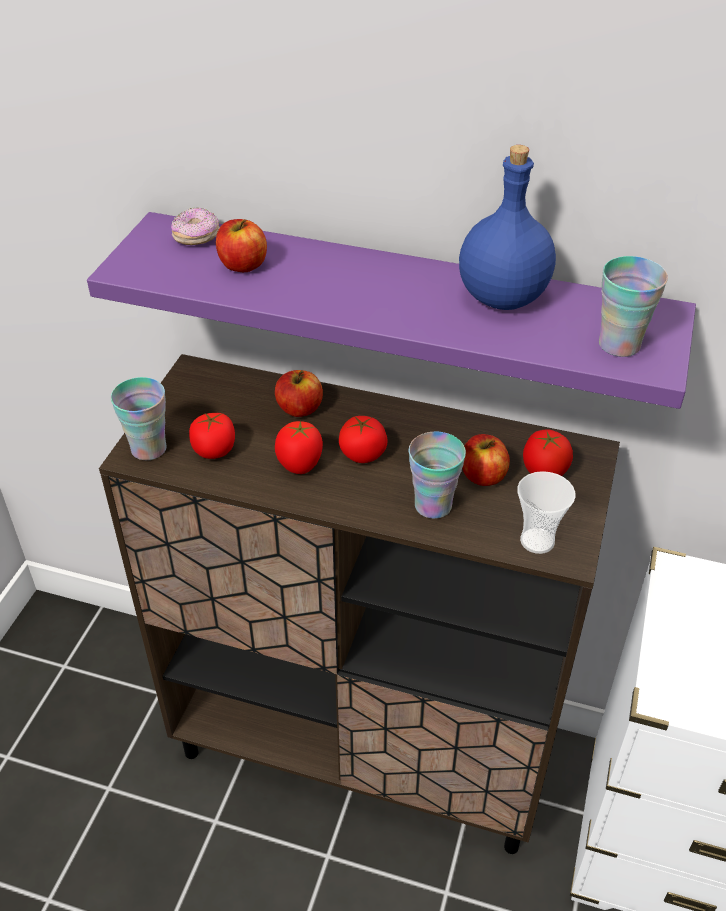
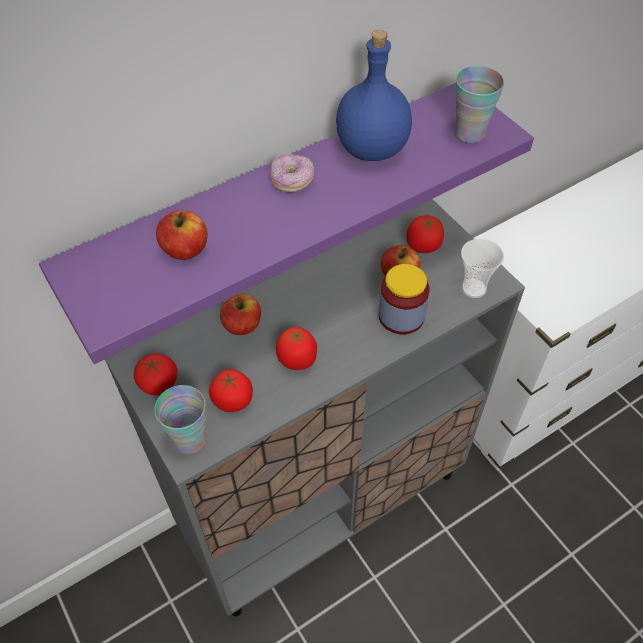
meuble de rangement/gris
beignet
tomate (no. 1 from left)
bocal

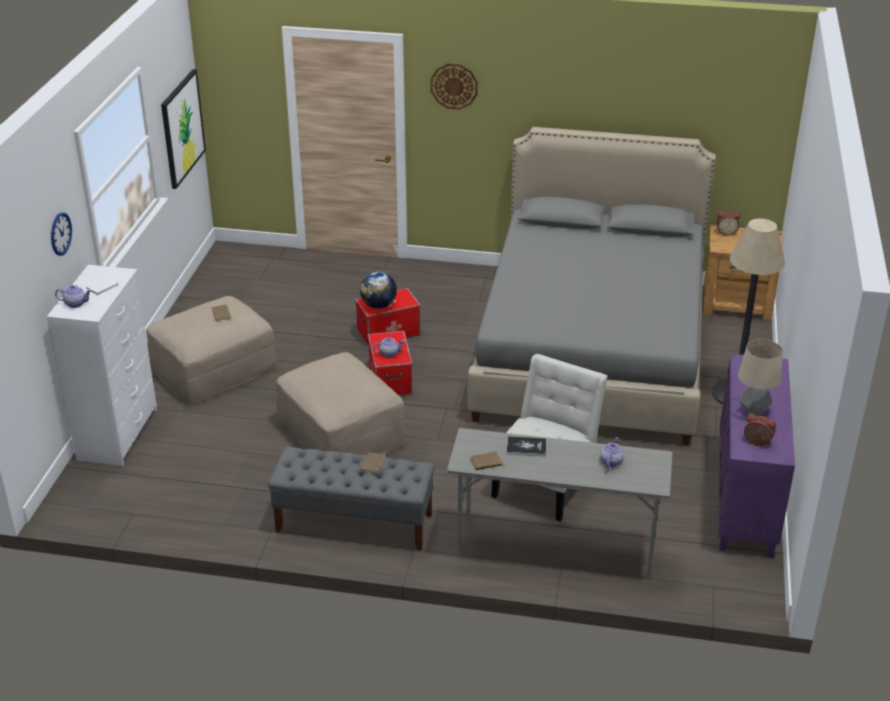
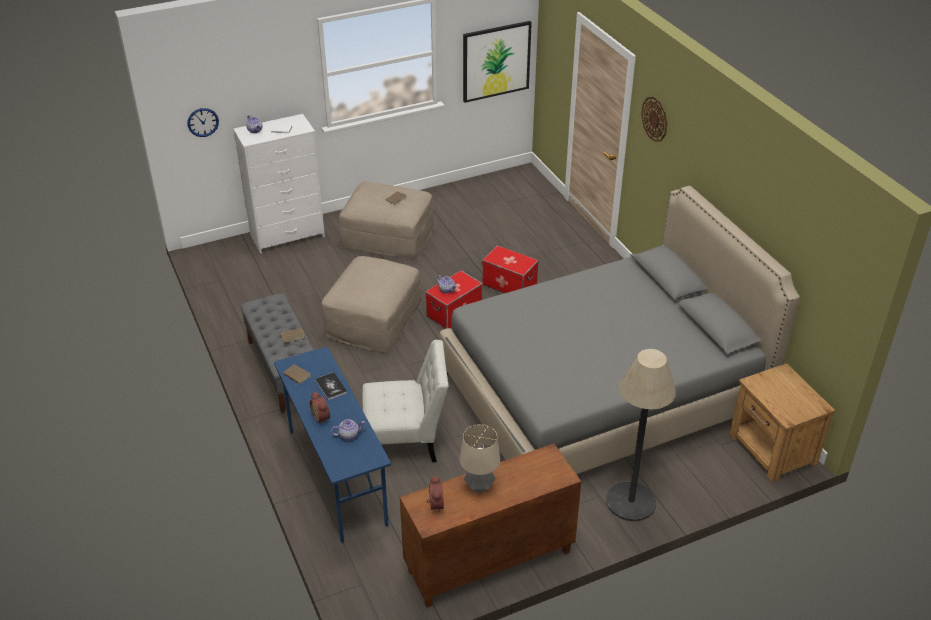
horloge murale (no. 1 from left)
globe
bureau/bleu
réveil (no. 1 from left)
meuble de rangement/marron

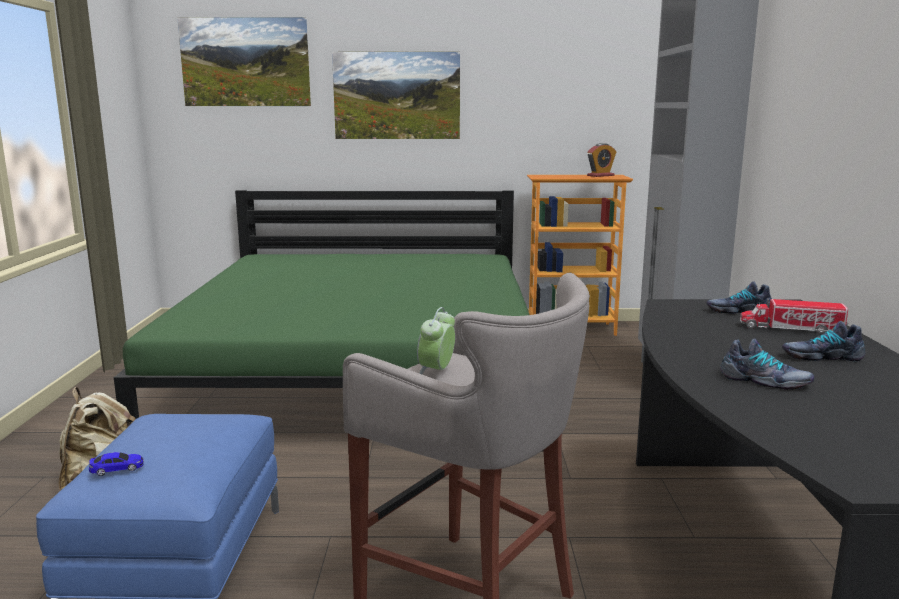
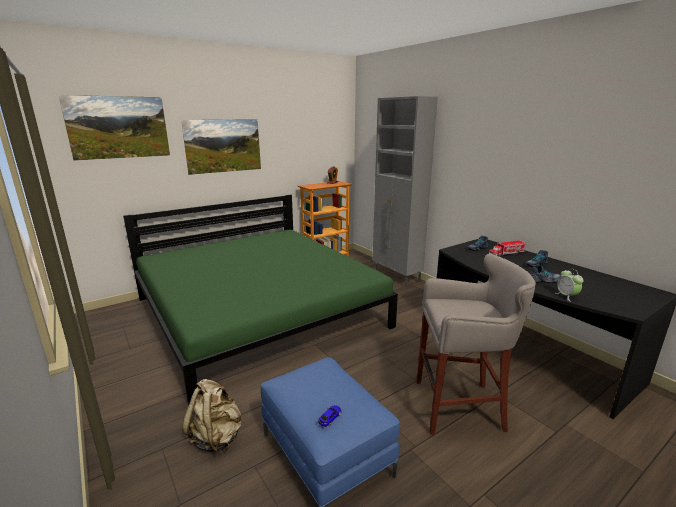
réveil (no. 2 from left)

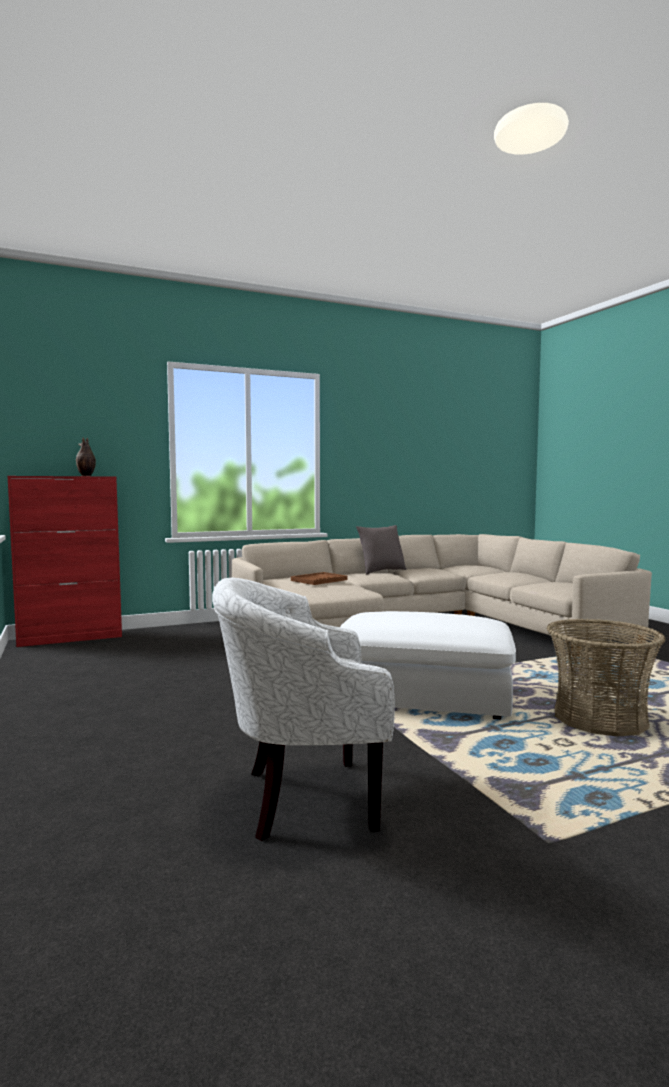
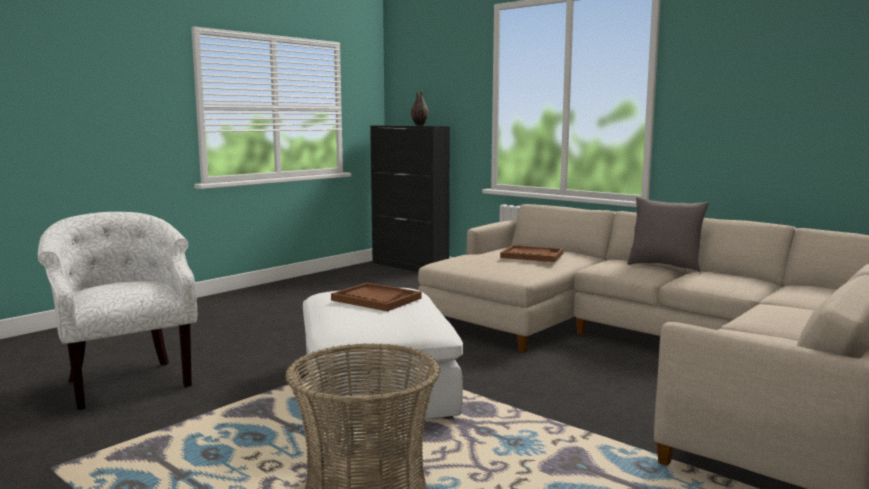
meuble de rangement/noir
plateau/marron (no. 1 from left)

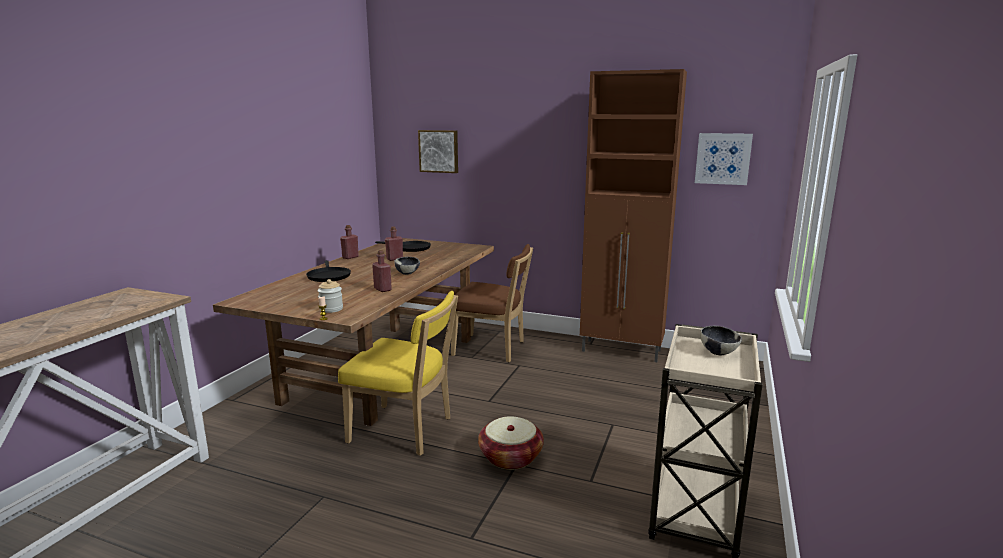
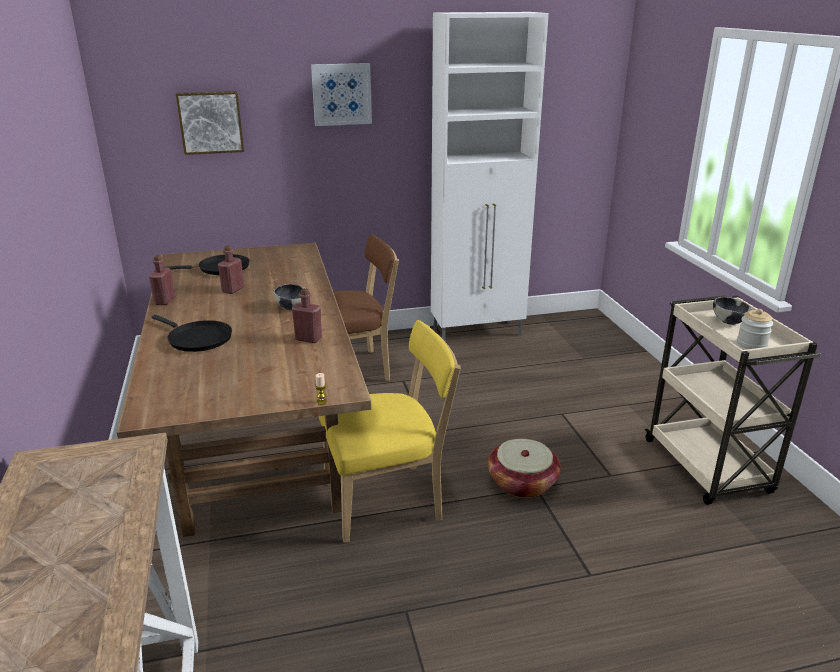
bocal
meuble de rangement/blanc
tableau (no. 2 from left)

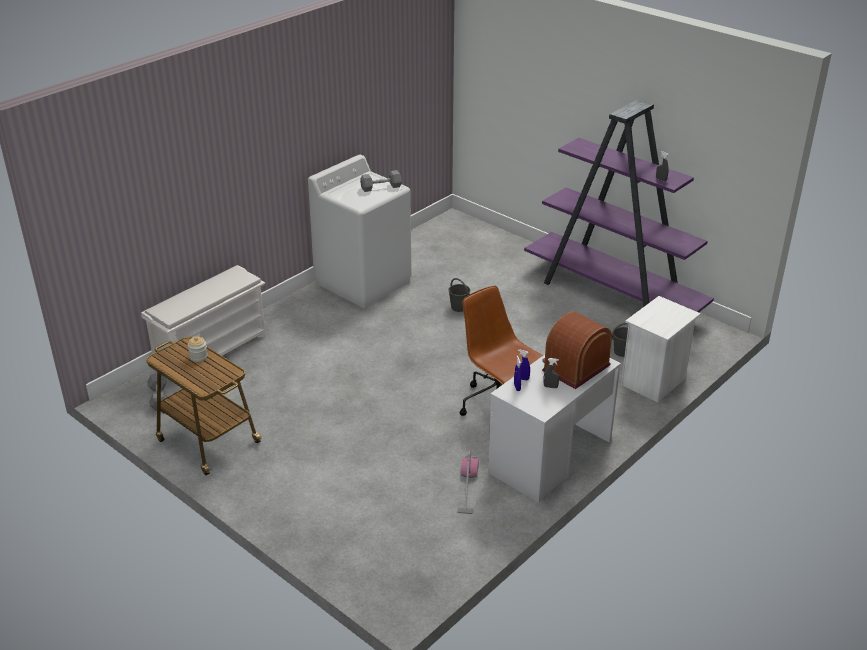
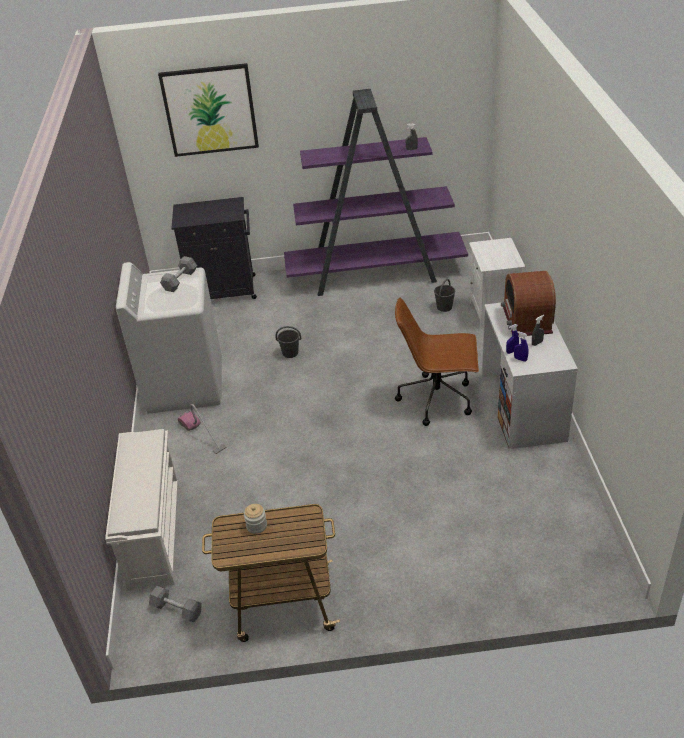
aspirateur
tableau
meuble de rangement/noir

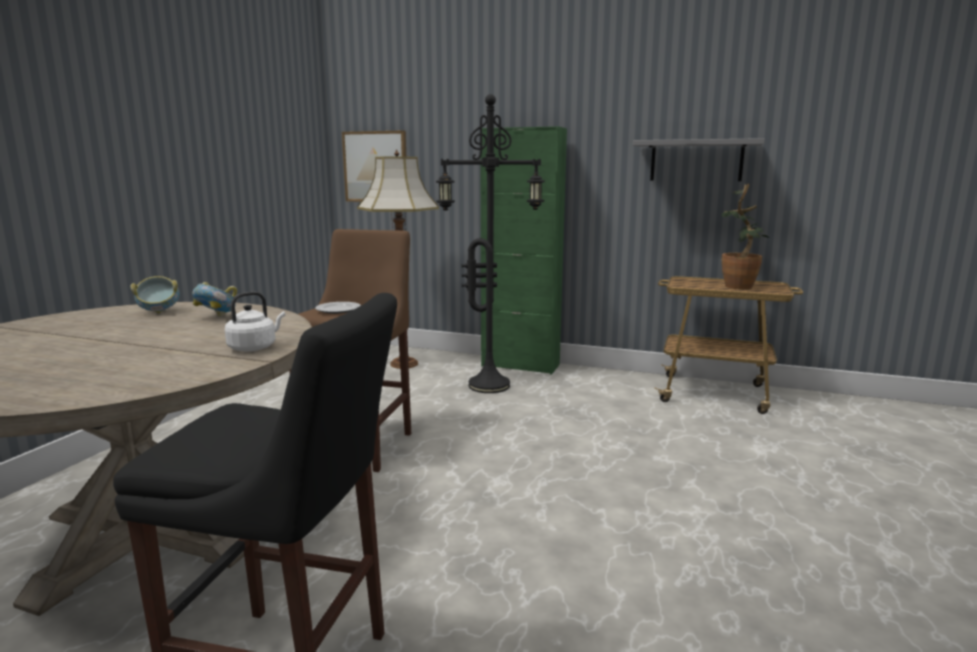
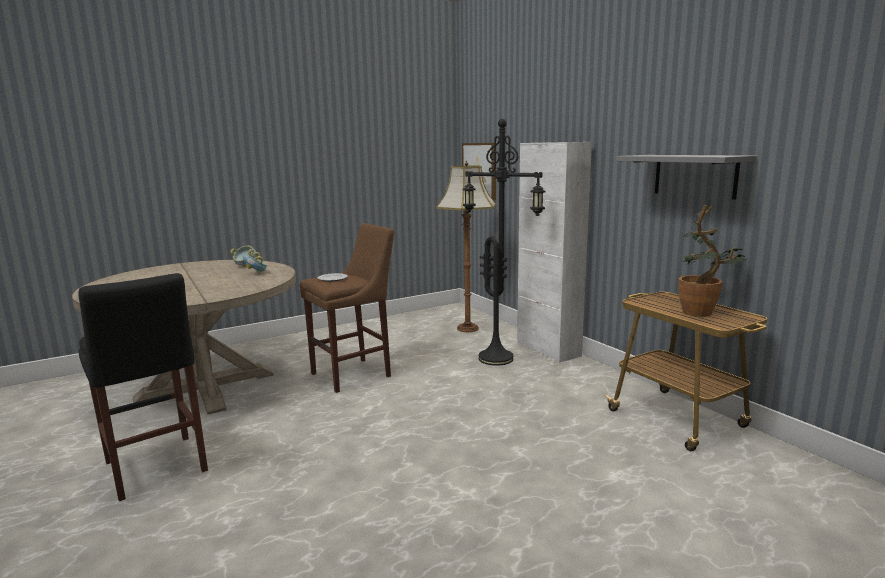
bouilloire/blanc
meuble de rangement/blanc

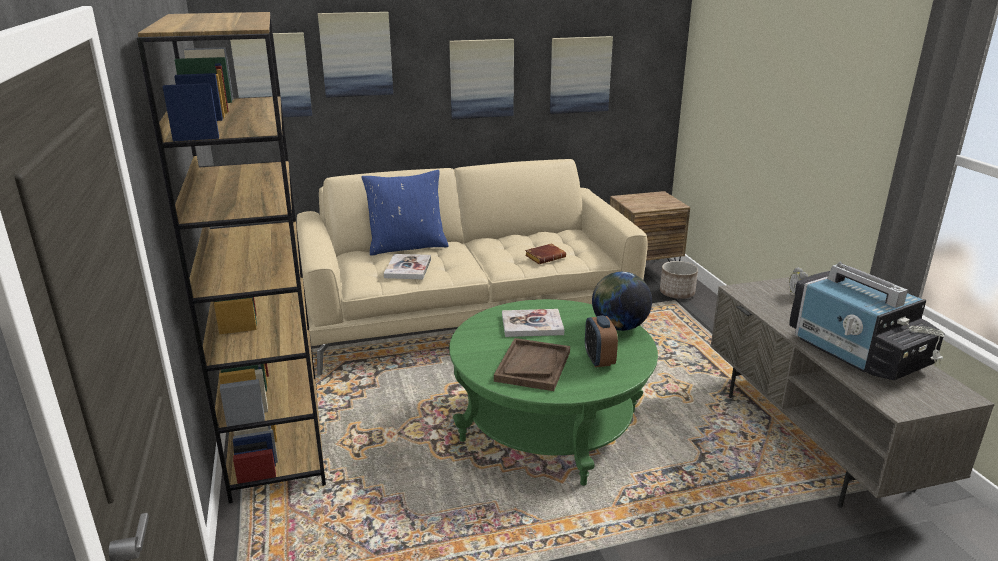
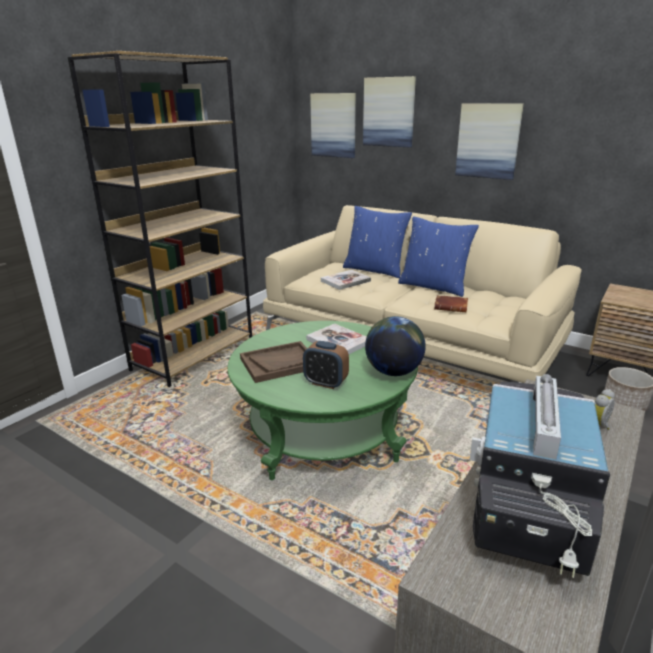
tableau (no. 4 from left in the first image)
réveil (no. 1 from left)
coussin/bleu (no. 2 from left)

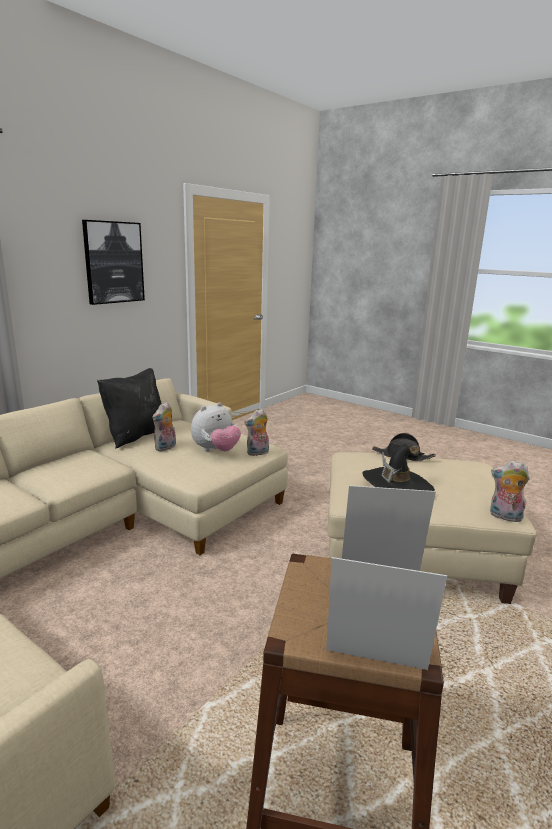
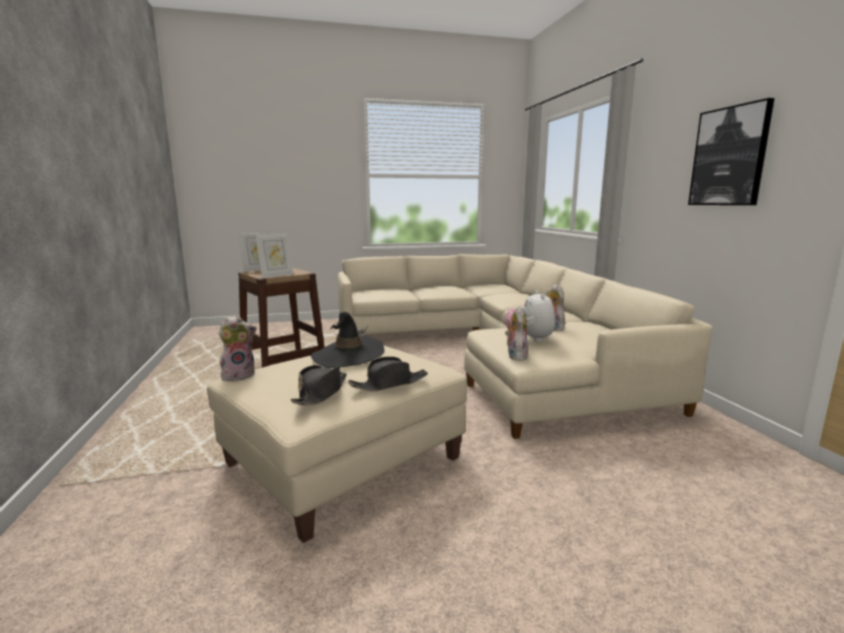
coussin/noir
chapeau/noir (no. 1 from left)

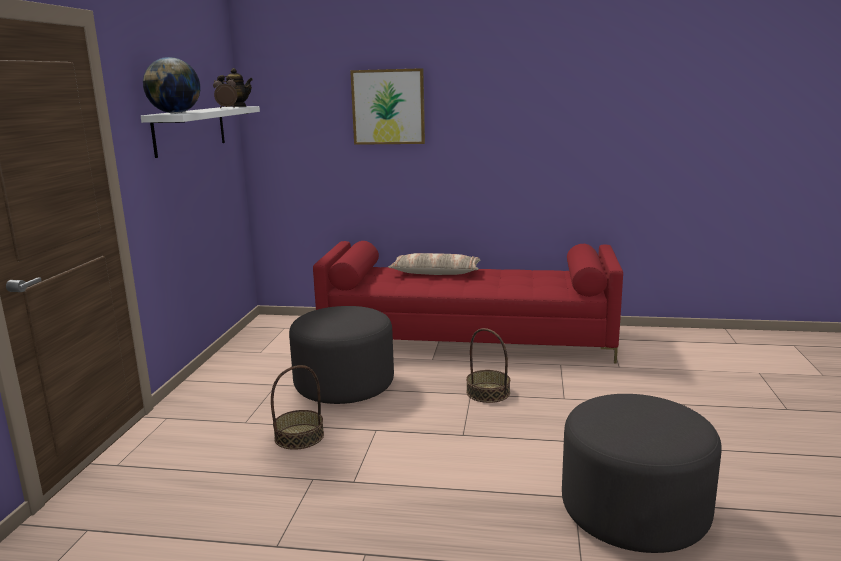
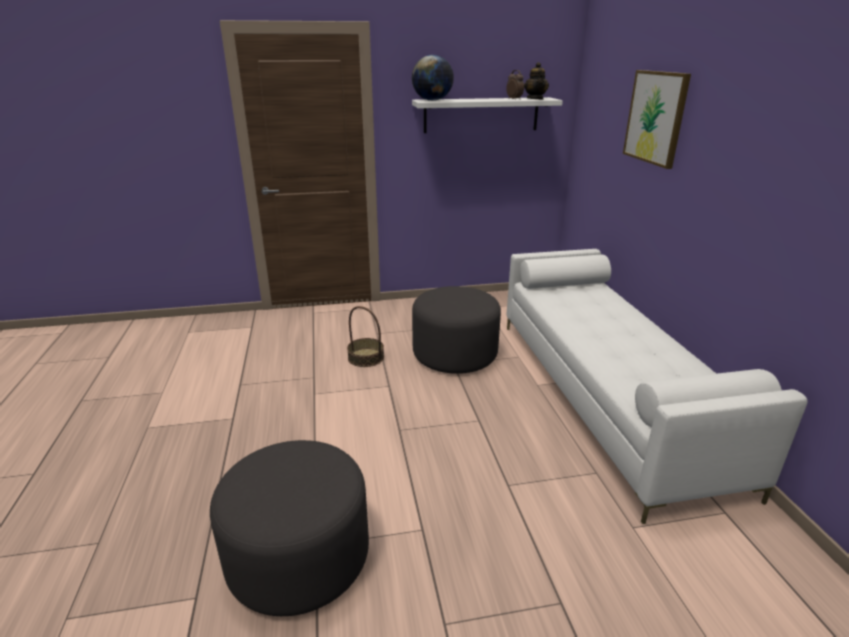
canapé/blanc
coussin
panier (no. 2 from left in the first image)

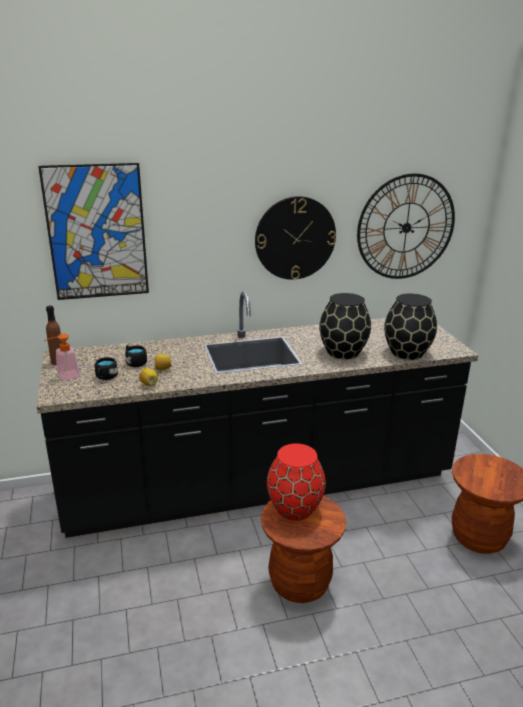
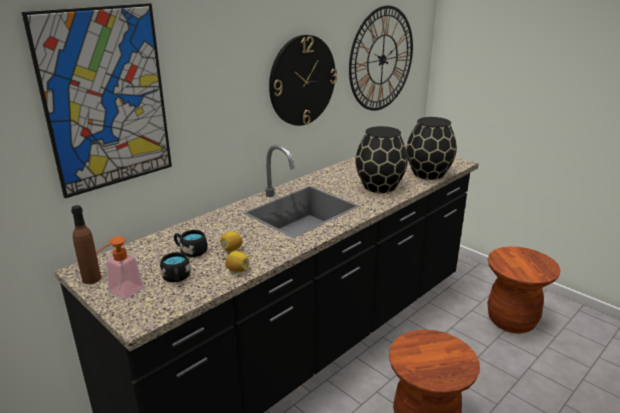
vase/rouge

